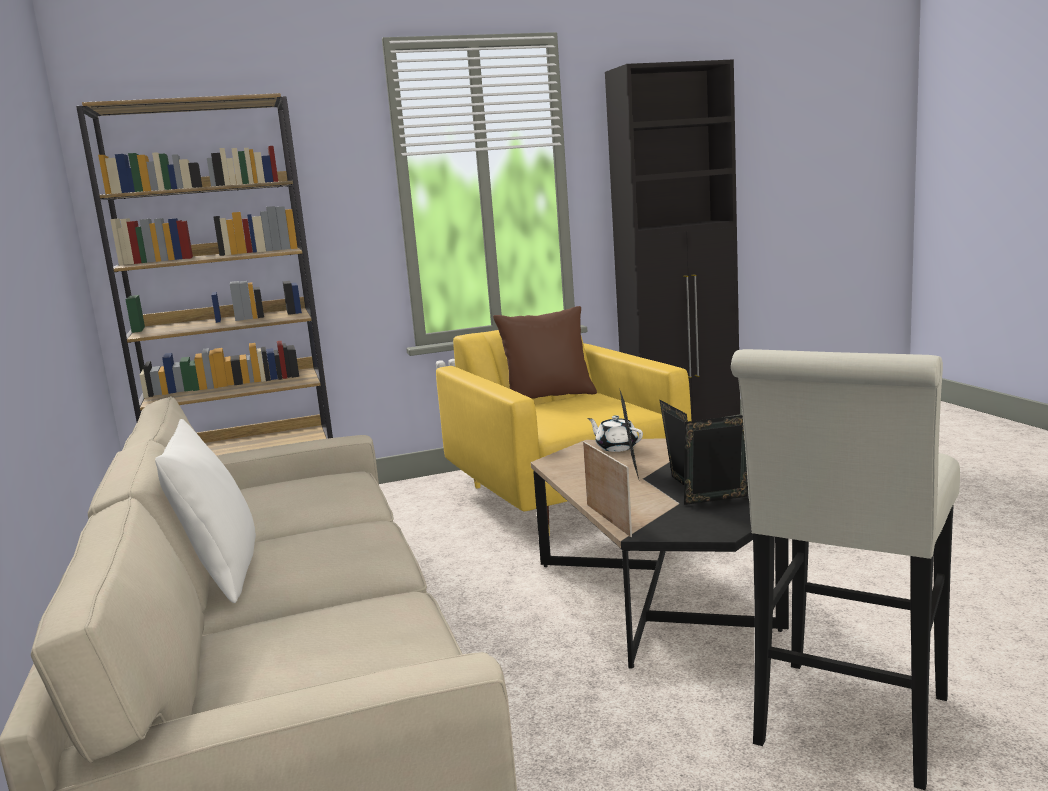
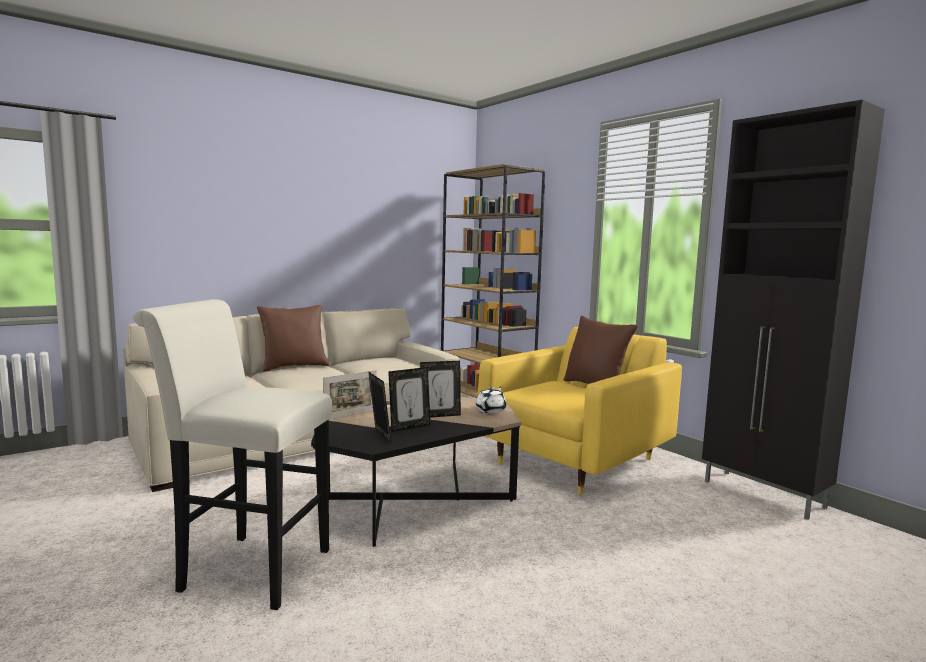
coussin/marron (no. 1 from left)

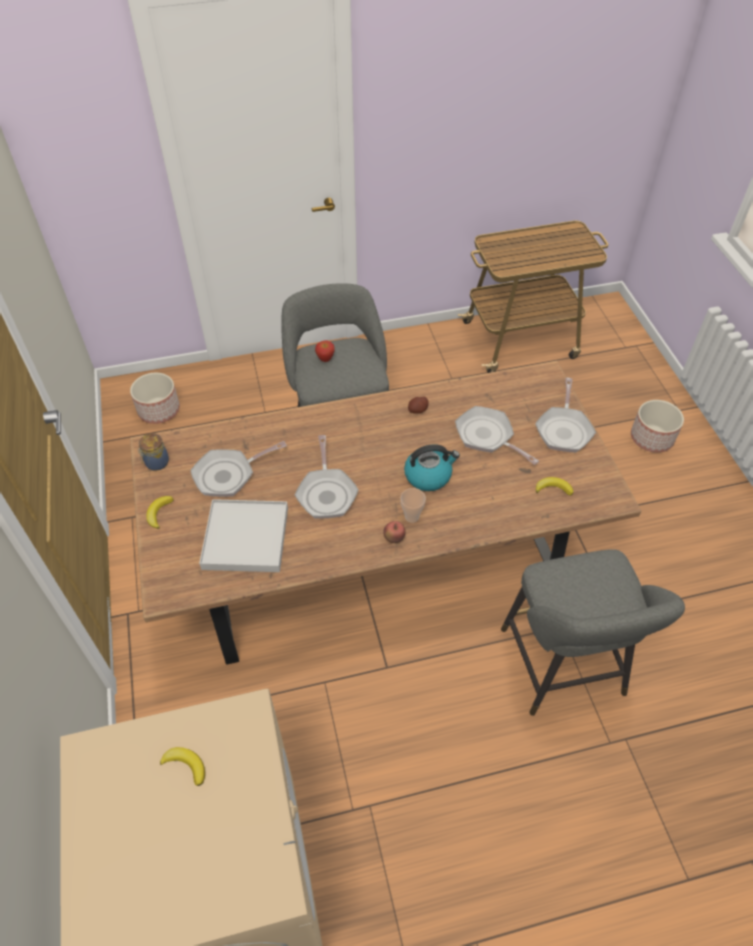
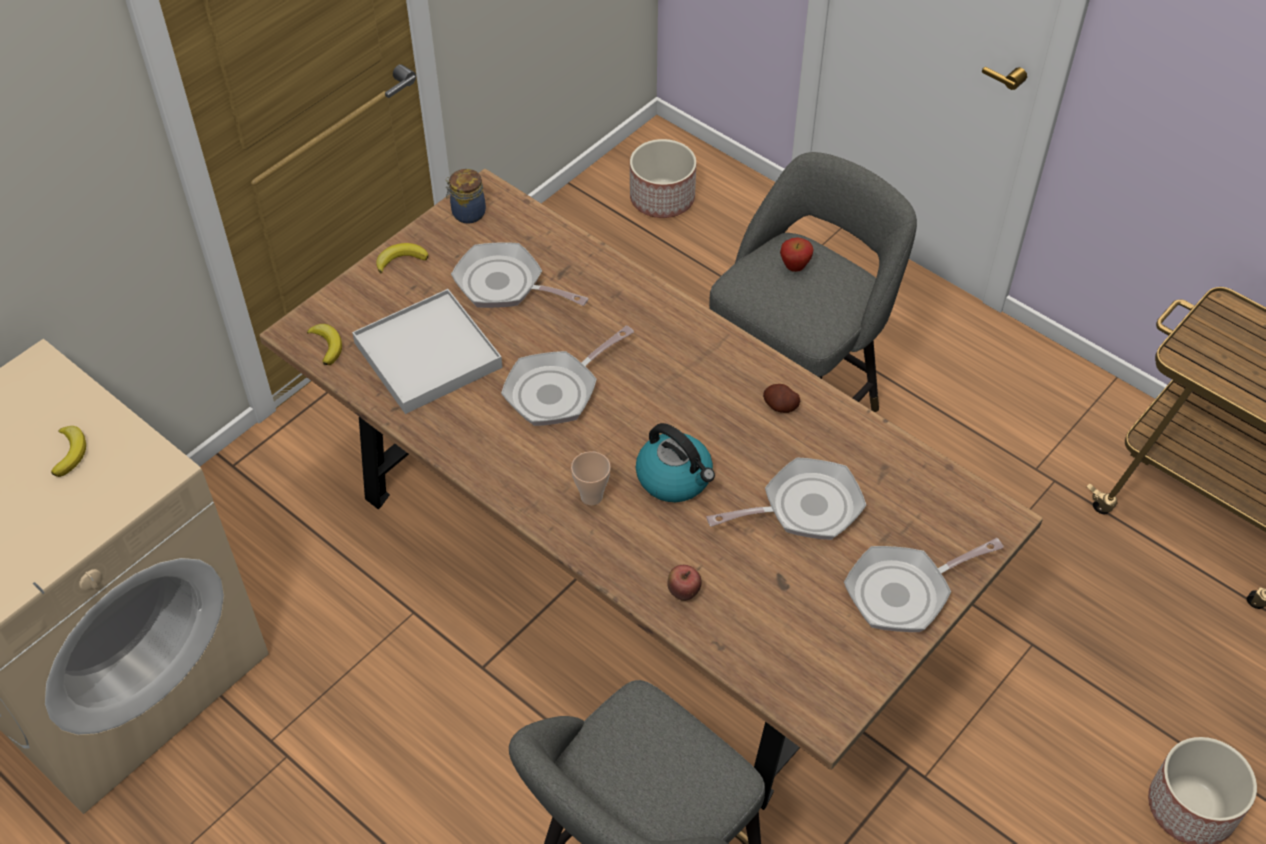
pomme (no. 1 from left)
poêle (no. 3 from left)
banane (no. 2 from left)

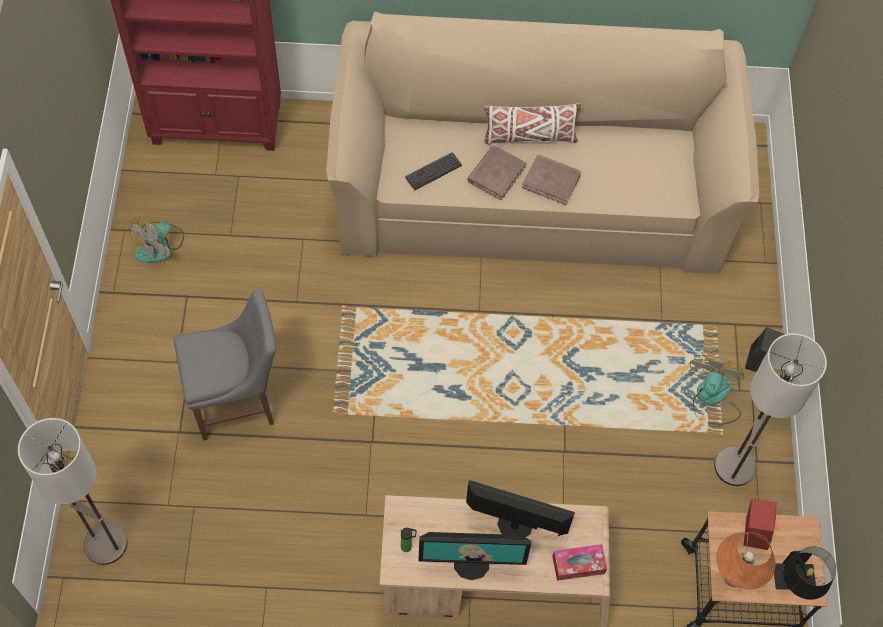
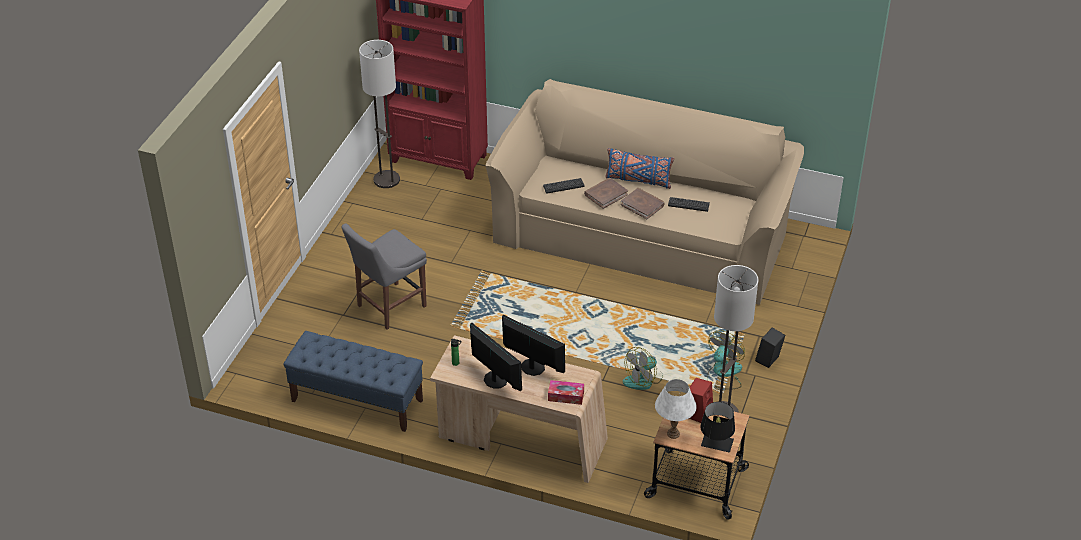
lampadaire (no. 1 from left)
ventilateur (no. 1 from left)
chaise/gris
écran d'ordinateur (no. 1 from left)
coussin/bleu
lampe de table/blanc
banc/bleu
clavier (no. 2 from left)

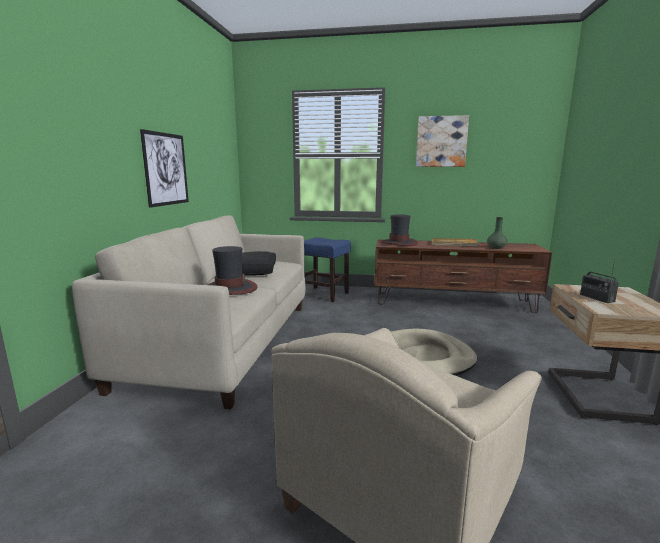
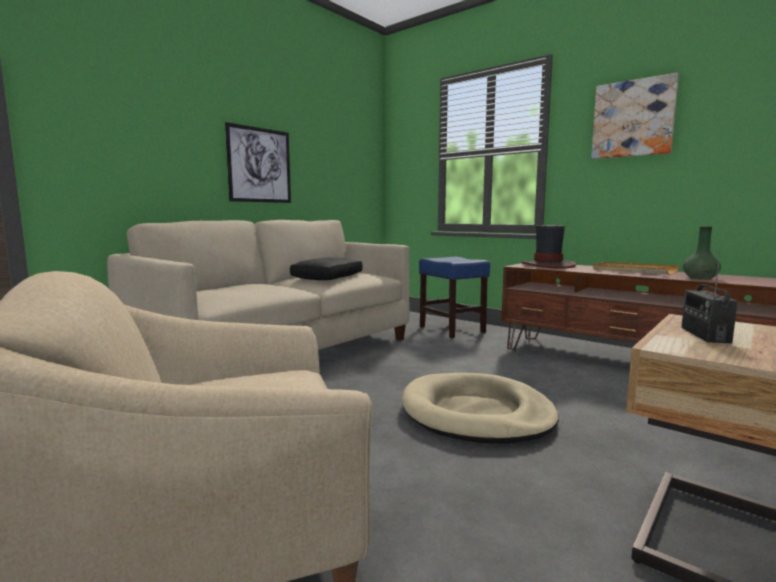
chapeau (no. 1 from left in the first image)

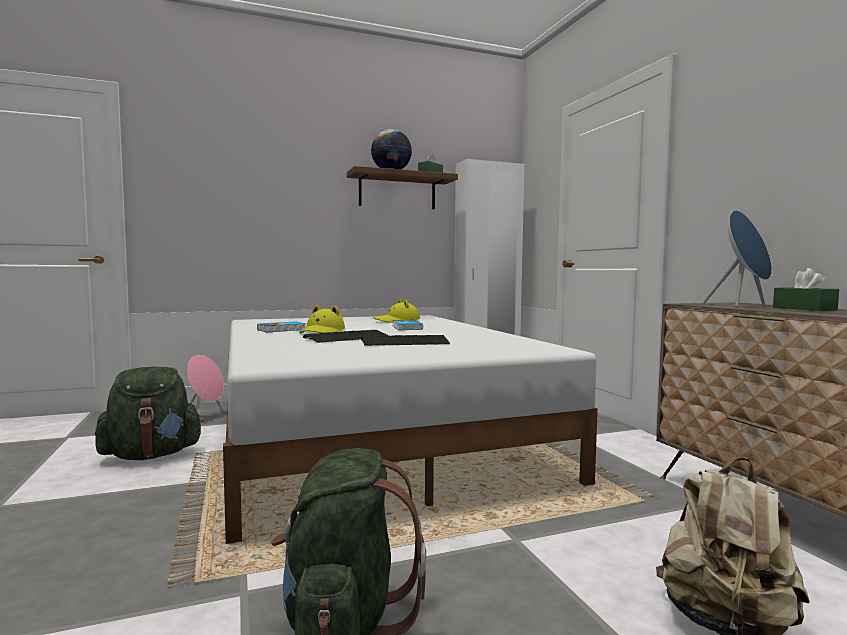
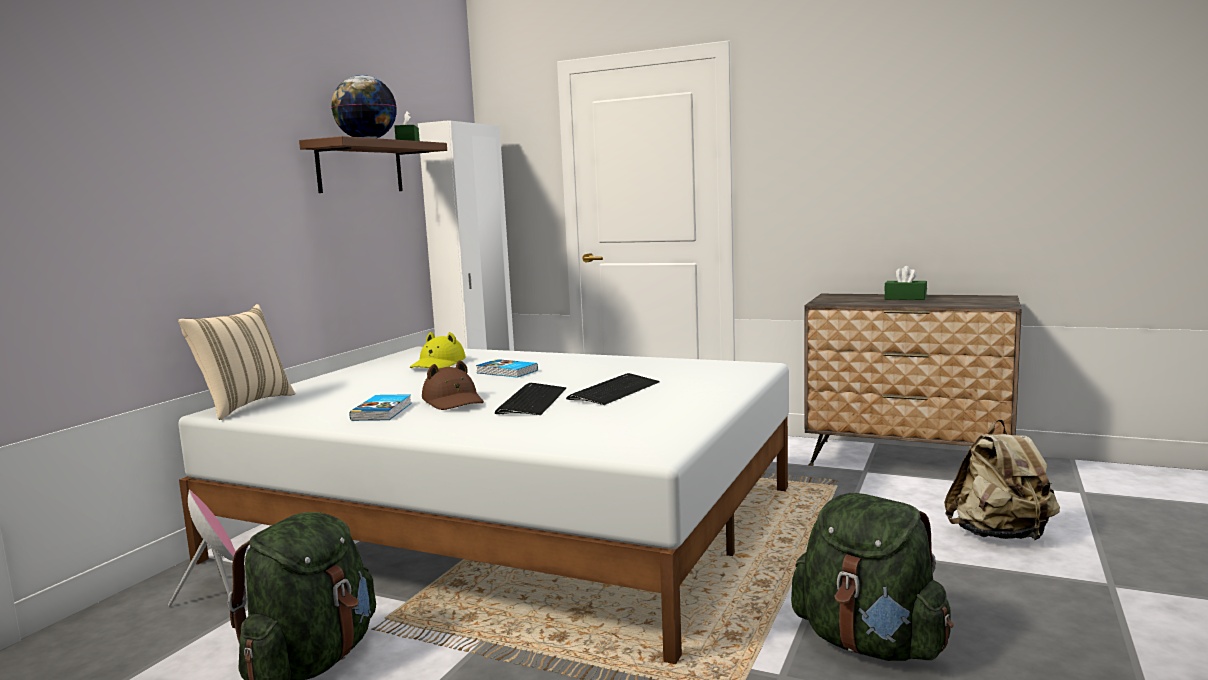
chapeau/marron
enceinte/bleu
coussin/beige

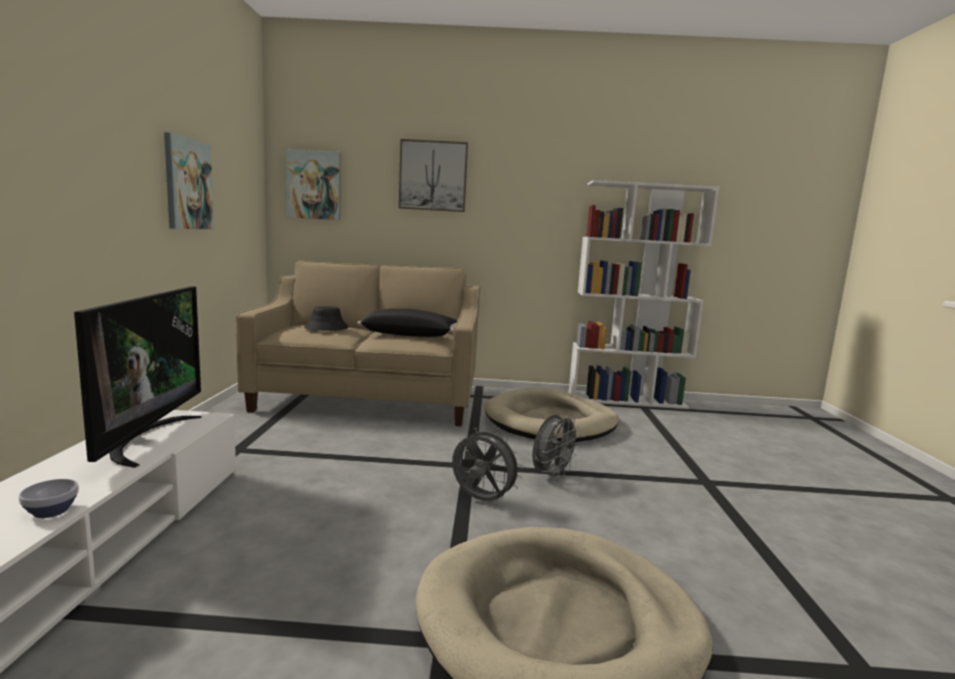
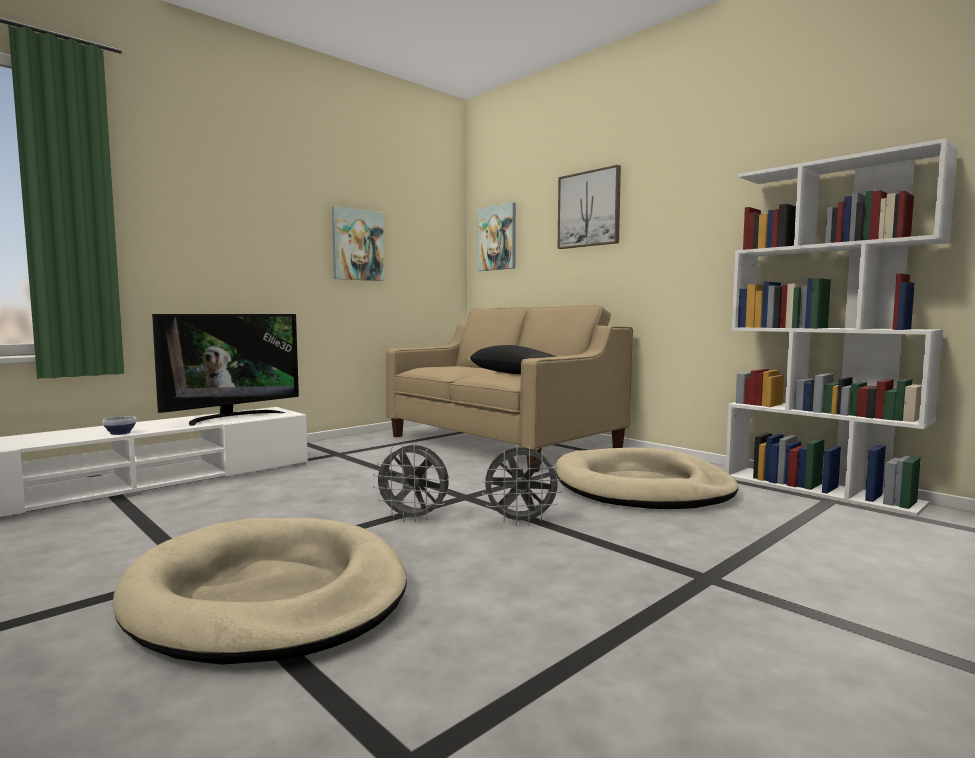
chapeau/noir
ventilateur/gris (no. 1 from left)

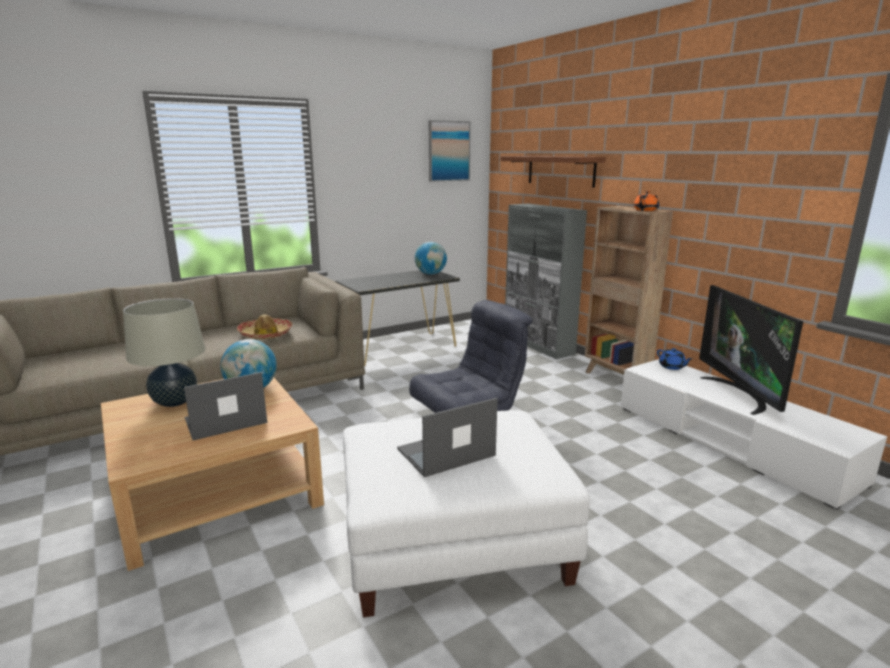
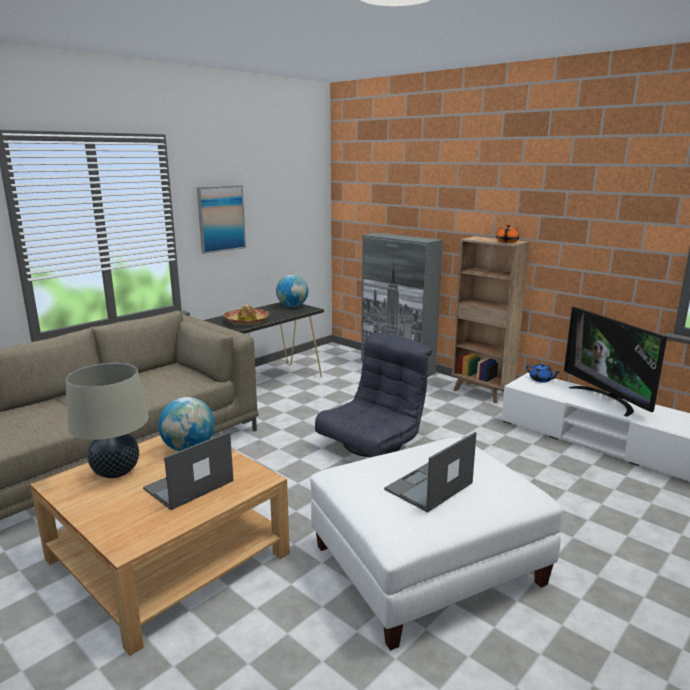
chapeau
tableau
étagère/marron

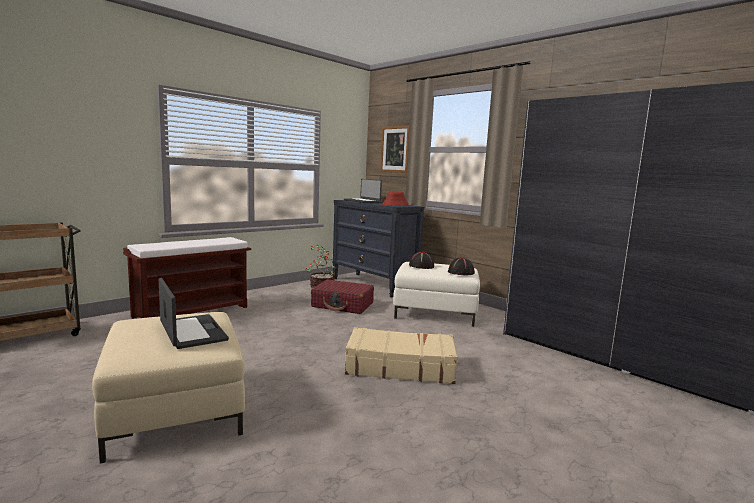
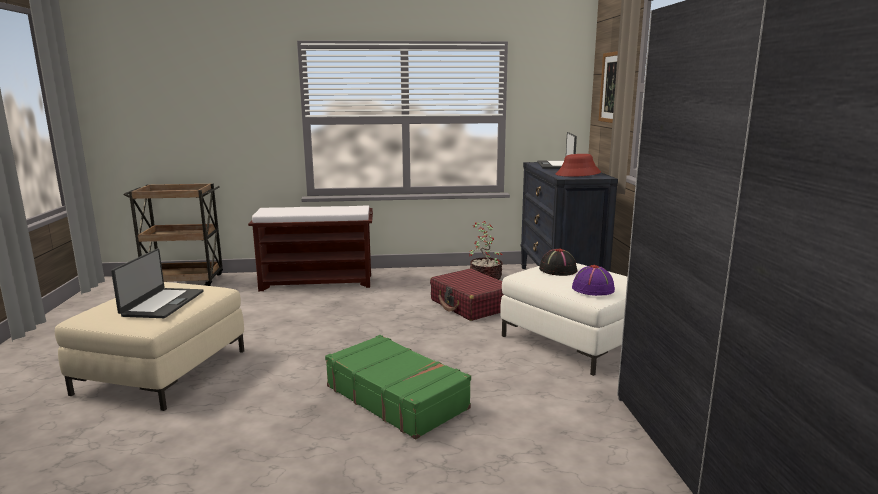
valise/vert
chapeau/violet

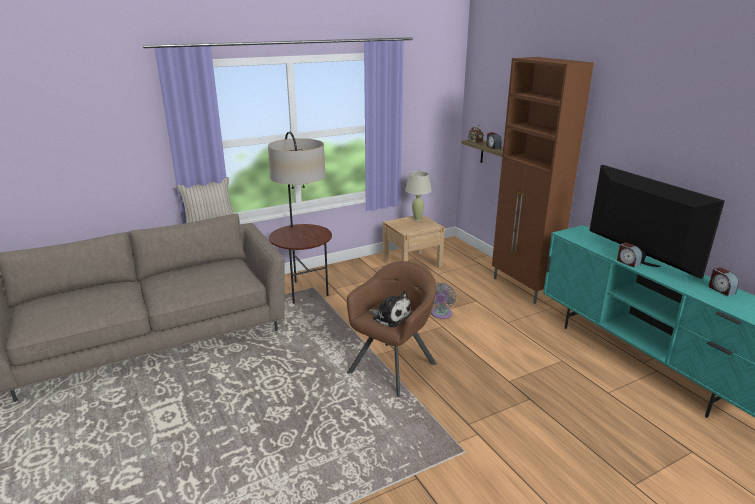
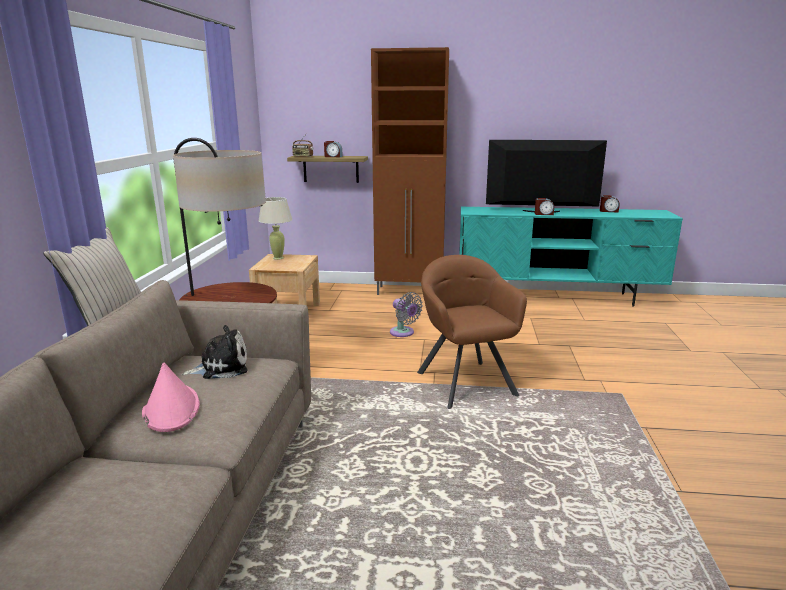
peluche
chapeau/rose

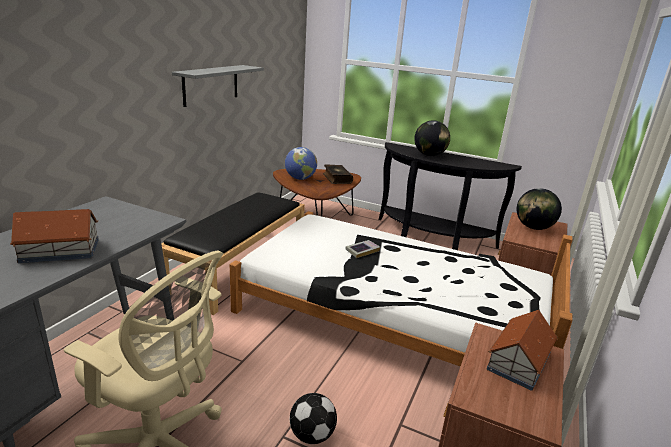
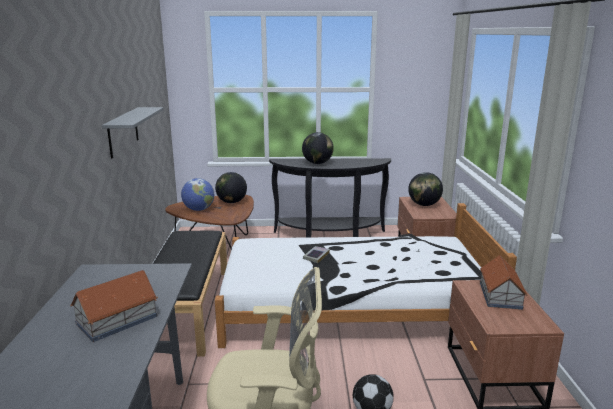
globe (no. 2 from left)

